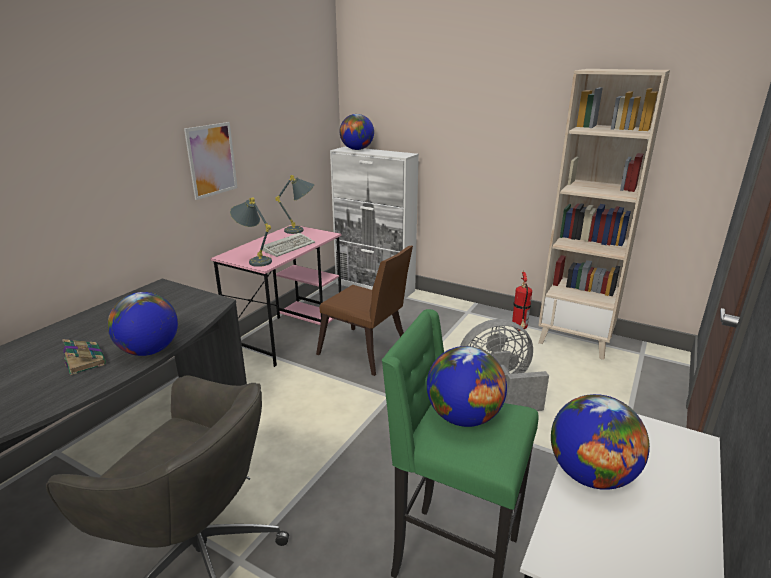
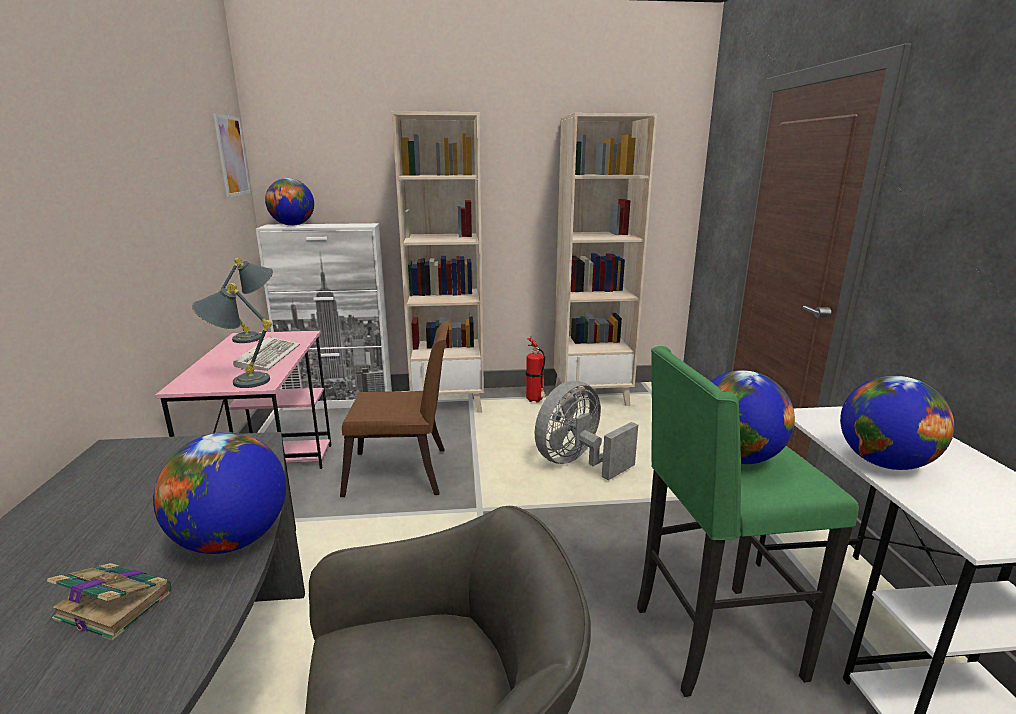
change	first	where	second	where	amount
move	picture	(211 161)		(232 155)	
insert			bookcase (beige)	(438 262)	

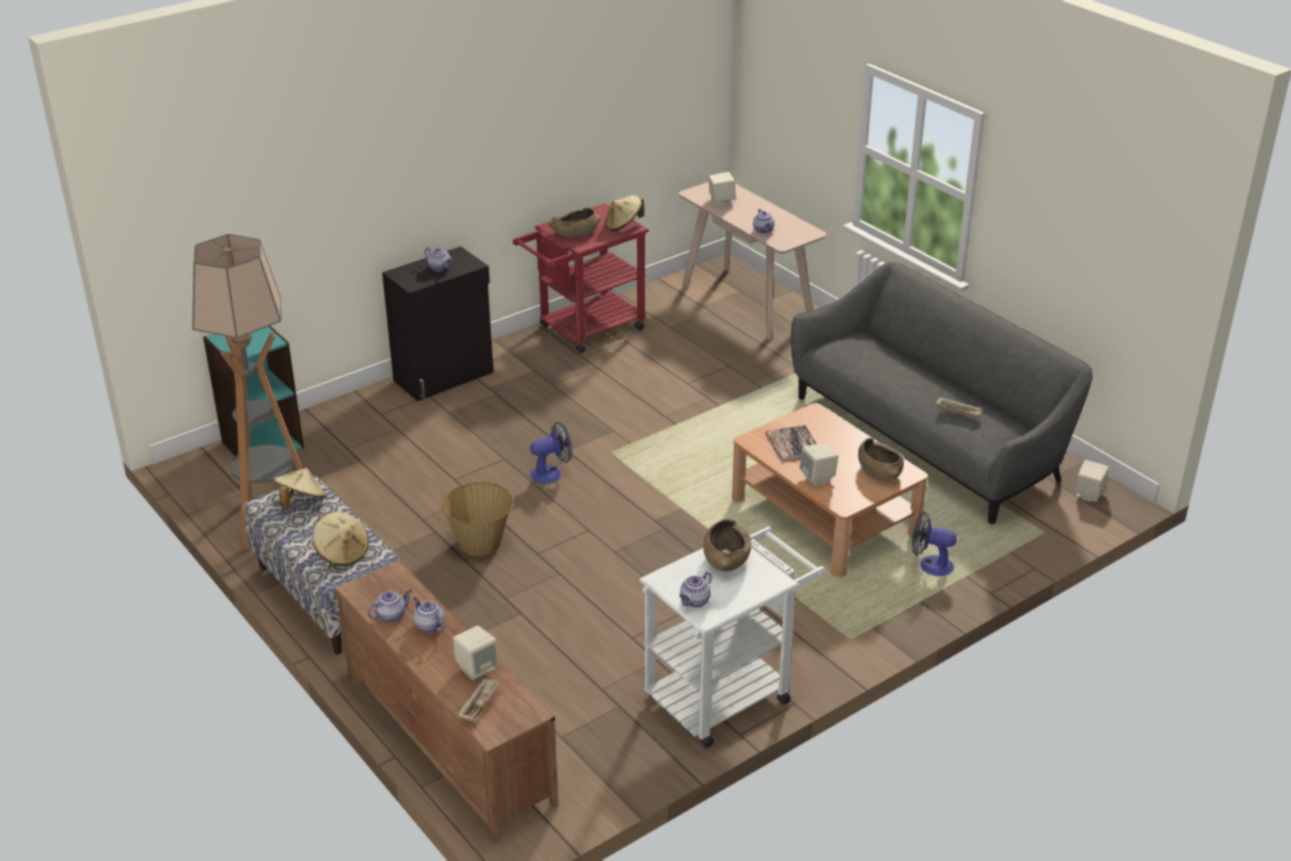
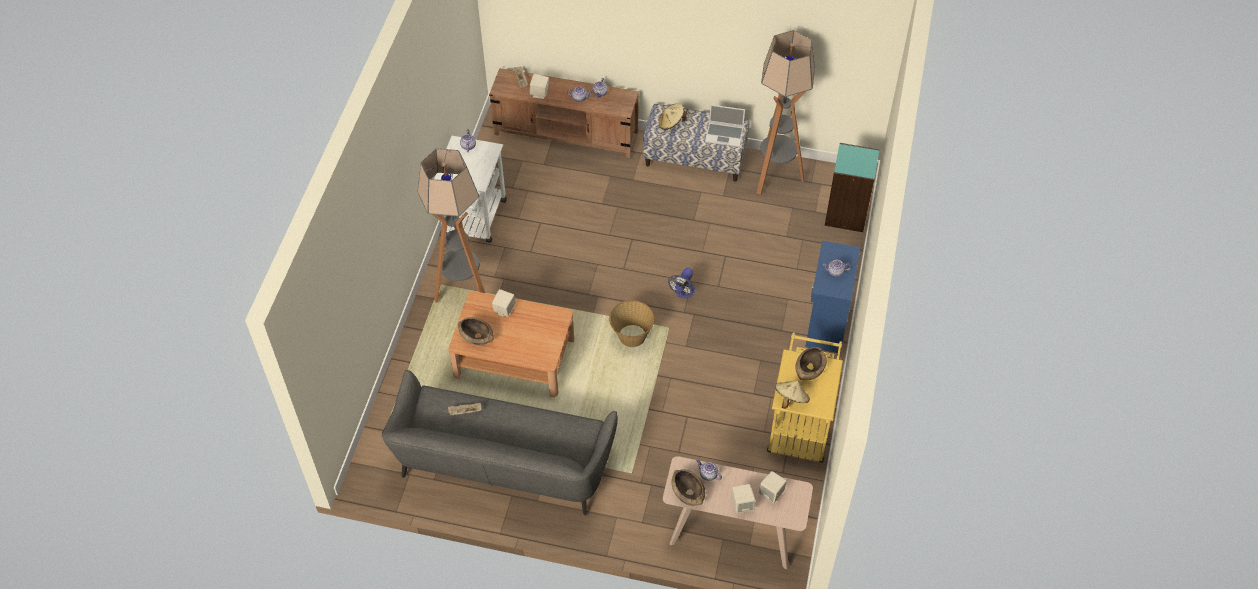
change	first	where	second	where	amount
insert			floor lamp	(451 225)	
move	basket	(478 519)		(632 323)	
move	bowl (brown)	(727 545)		(688 488)	
replace	hat (beige)	(300 488)	laptop	(725 125)	
move	speaker (beige)	(1092 481)		(743 498)	
recolor	cart (red)	(581 278)	cart (yellow)	(805 398)	
recolor	cabinet (black)	(438 323)	cabinet (blue)	(833 297)	
delete	book	(791 443)			
delete	fan	(934 543)			

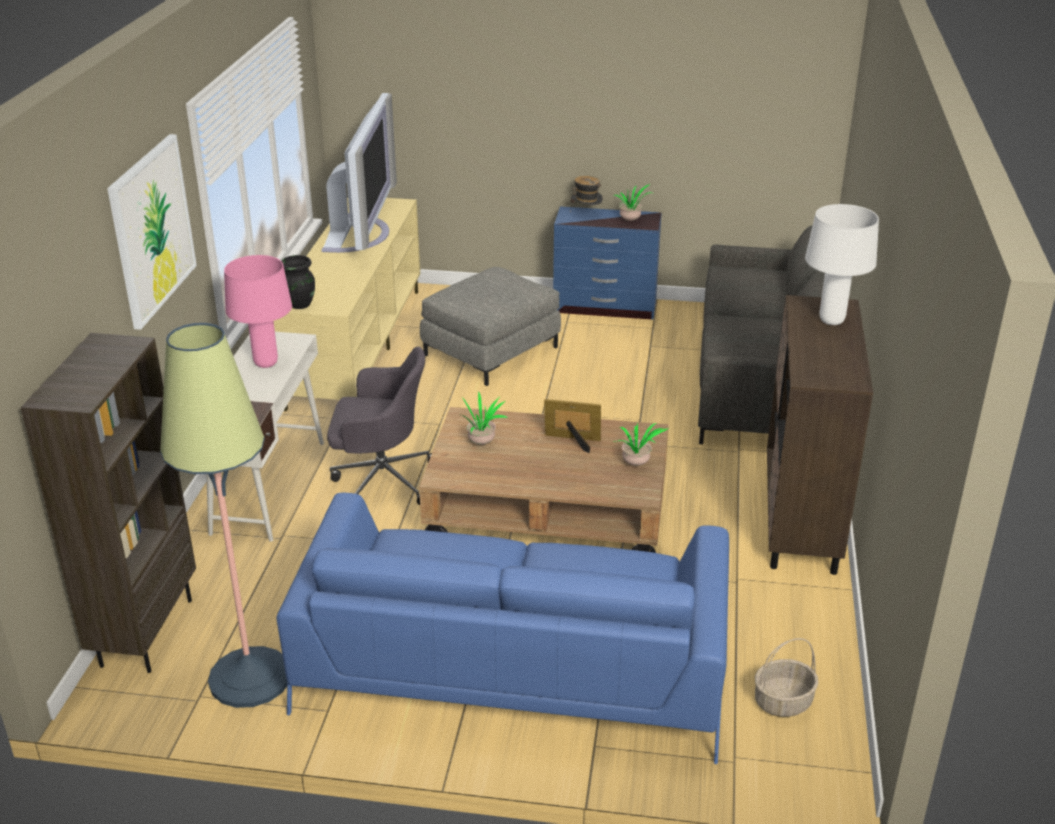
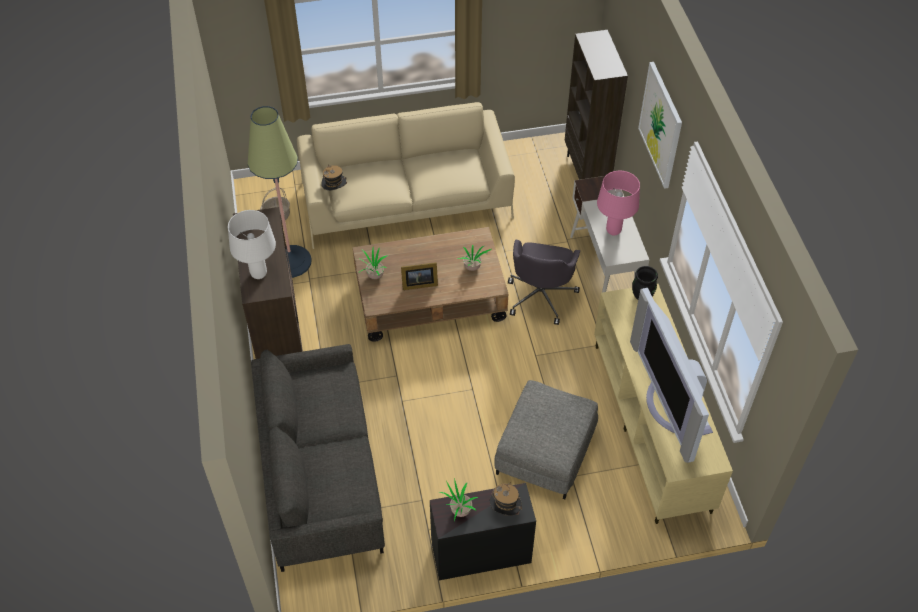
change	first	where	second	where	amount
move	floor lamp	(223 515)		(280 192)	
recolor	sofa (blue)	(503 628)	sofa (beige)	(406 175)	
insert			hat	(334 177)	
recolor	dresser (blue)	(607 263)	dresser (black)	(483 531)	
rotate	office chair (grey)	(379 426)		(544 282)	60 degrees counterclockwise

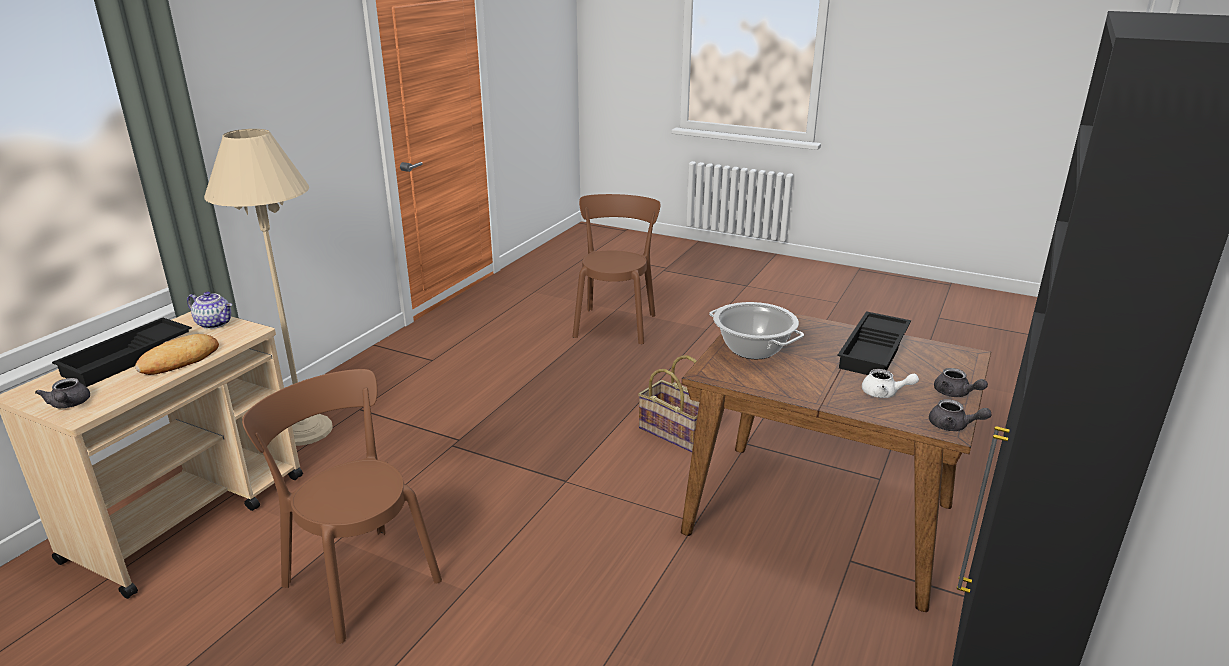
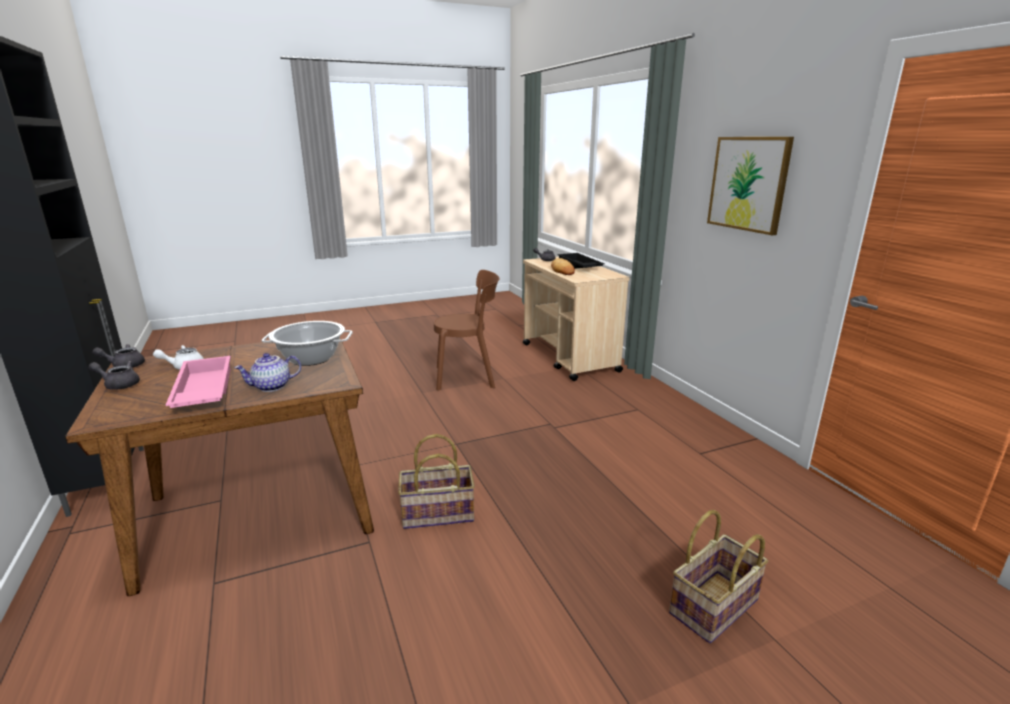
change	first	where	second	where	amount
recolor	tray (black)	(874 343)	tray (pink)	(198 382)	
move	teapot	(209 310)		(267 372)	
replace	chair (brown)	(616 269)	basket	(718 576)	
insert			picture	(750 186)	
delete	floor lamp (beige)	(268 287)			

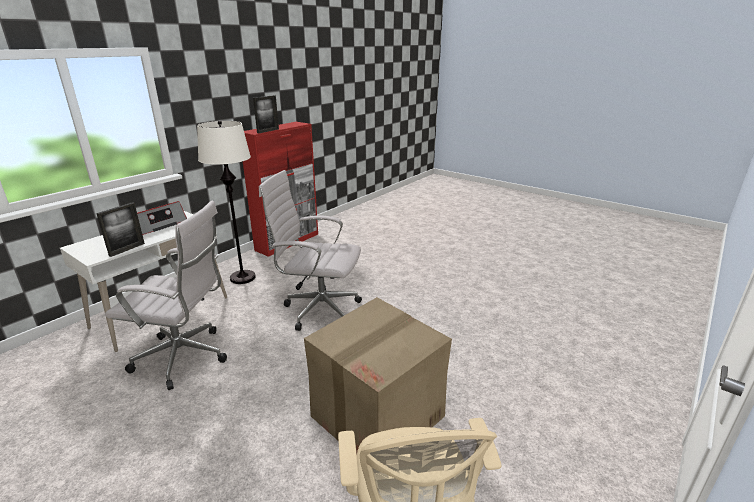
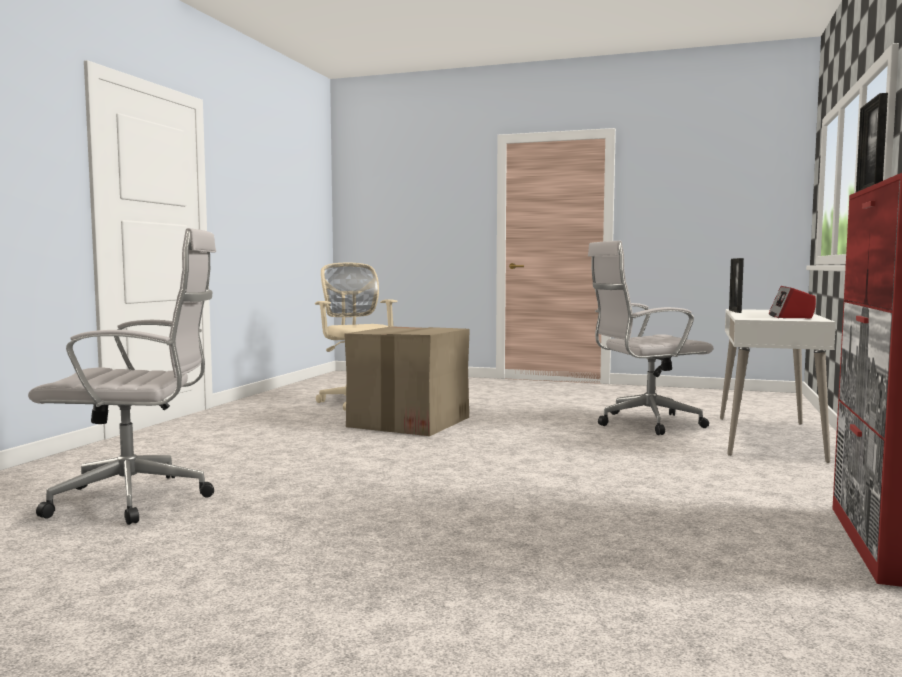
change	first	where	second	where	amount
move	office chair (white)	(310 250)		(122 376)	
delete	floor lamp (white)	(226 202)			

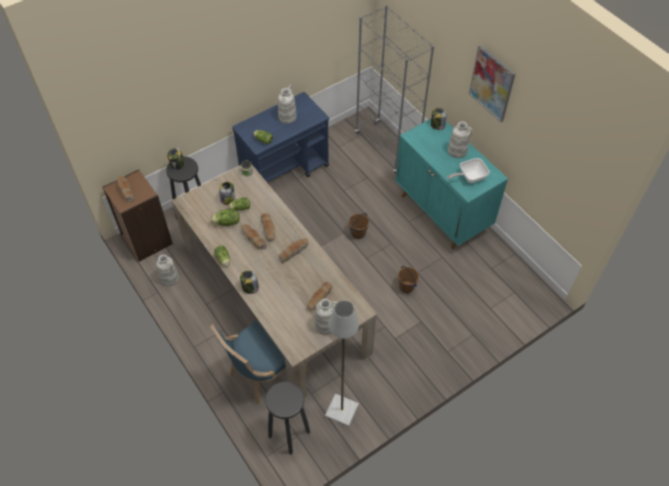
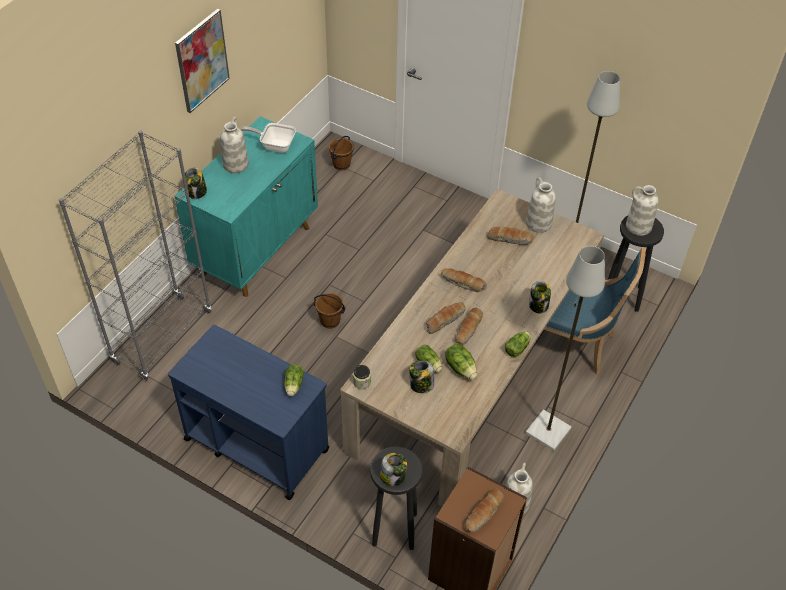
change	first	where	second	where	amount
rotate	frying pan	(468 170)		(268 138)	150 degrees clockwise
move	bucket (brown)	(408 279)		(341 153)	
insert			floor lamp (grey)	(565 348)	
move	vase (white)	(287 104)		(642 210)	

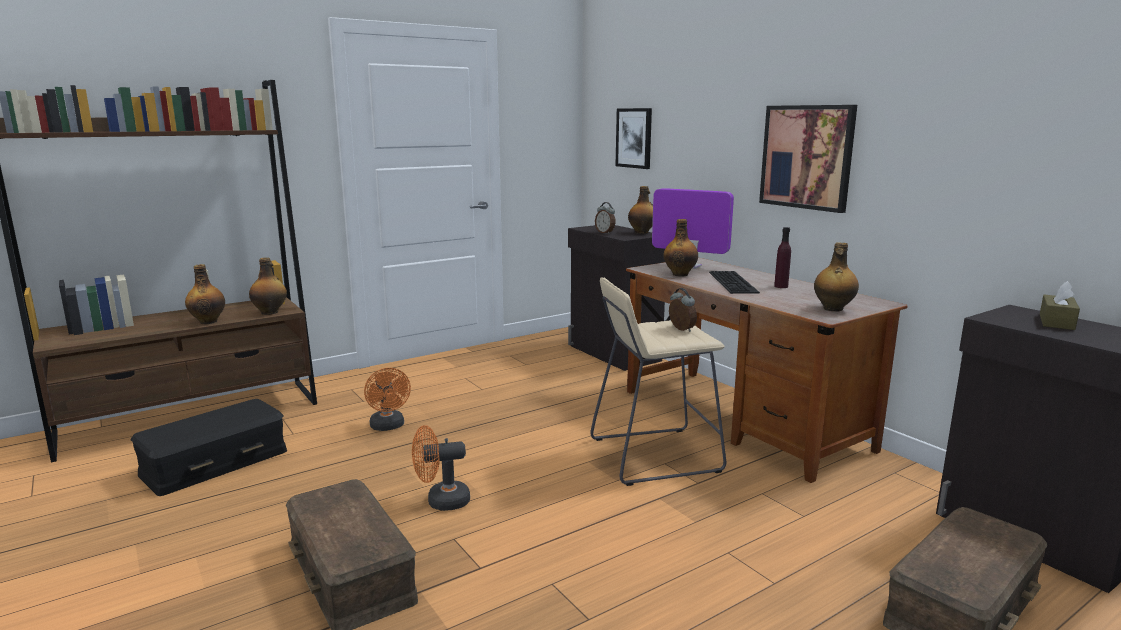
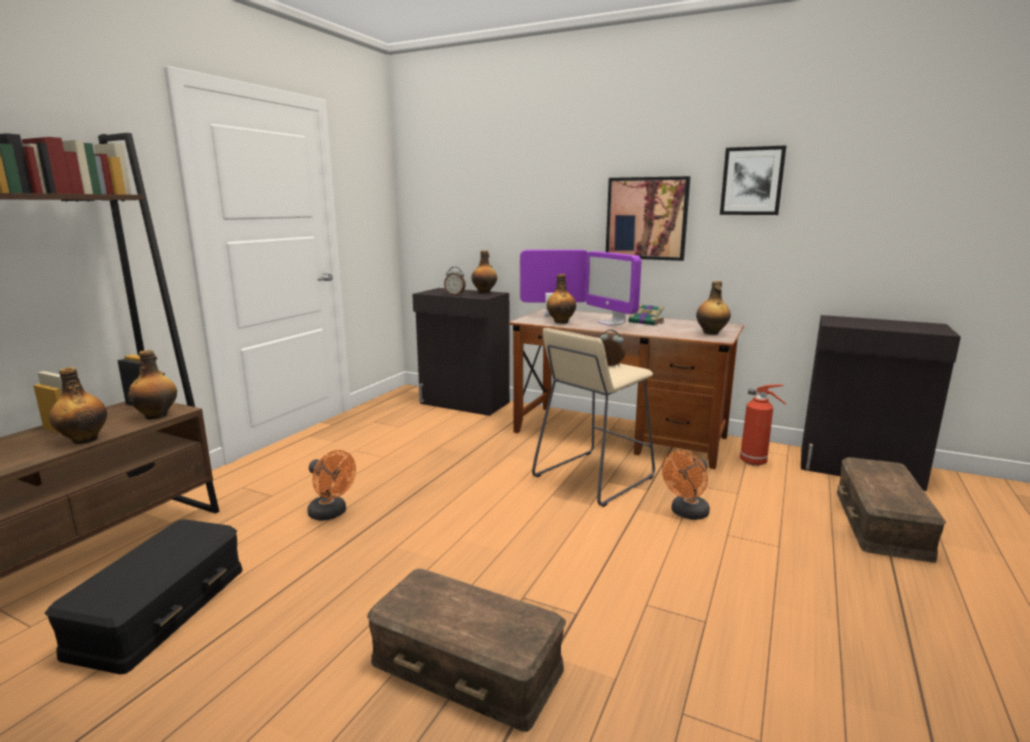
change	first	where	second	where	amount
replace	keyboard	(734 282)	monitor	(613 288)	
replace	bottle (purple)	(782 257)	book	(646 315)	
move	fan (orange)	(441 468)		(686 485)	
move	picture	(633 138)		(753 180)	
insert			fire extinguisher	(763 425)	
delete	tissue box (brown)	(1060 305)			

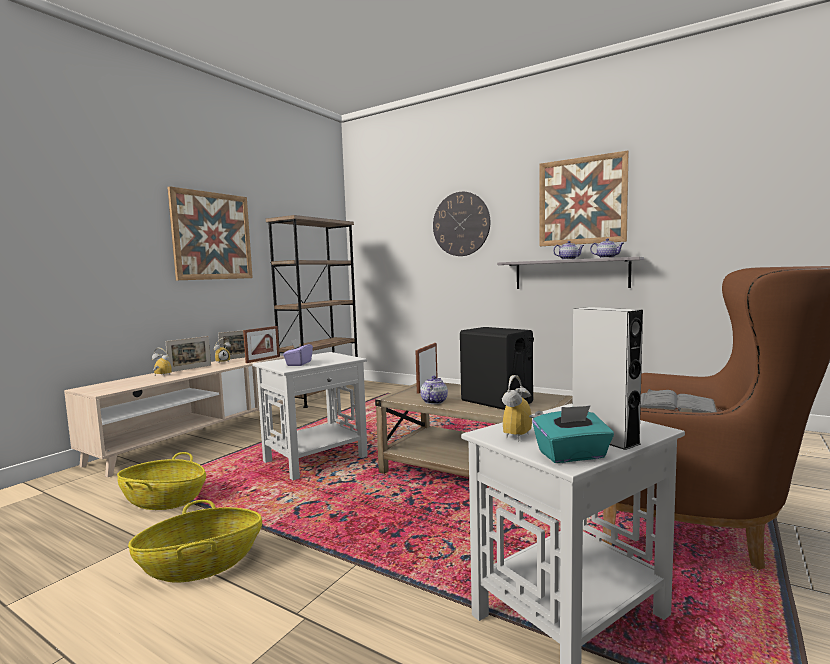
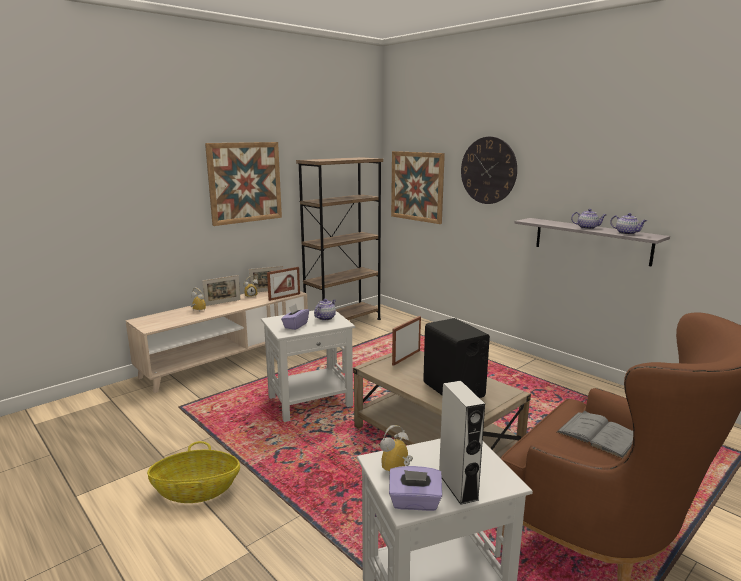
change	first	where	second	where	amount
move	teapot	(434 390)		(325 310)	
recolor	tissue box (turquoise)	(573 434)	tissue box (purple)	(415 488)	
move	picture	(584 198)		(418 187)	
delete	basket	(161 481)			

